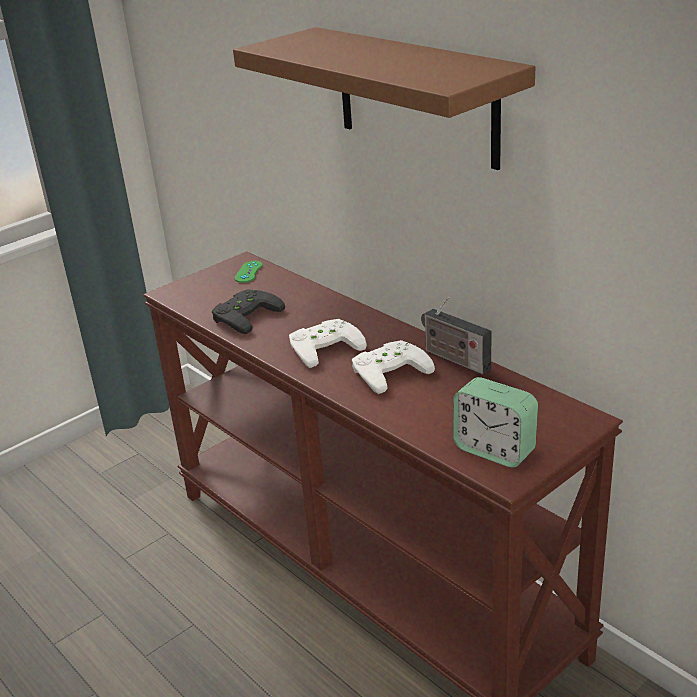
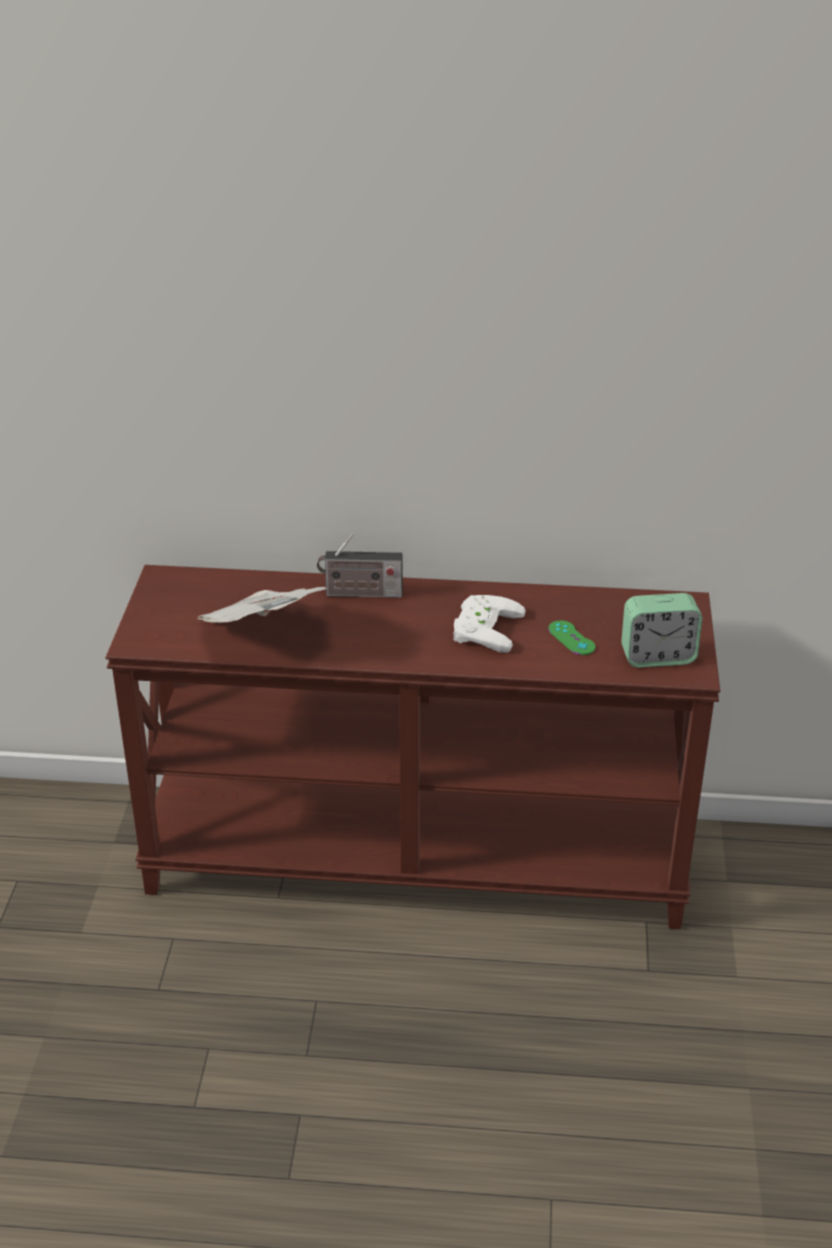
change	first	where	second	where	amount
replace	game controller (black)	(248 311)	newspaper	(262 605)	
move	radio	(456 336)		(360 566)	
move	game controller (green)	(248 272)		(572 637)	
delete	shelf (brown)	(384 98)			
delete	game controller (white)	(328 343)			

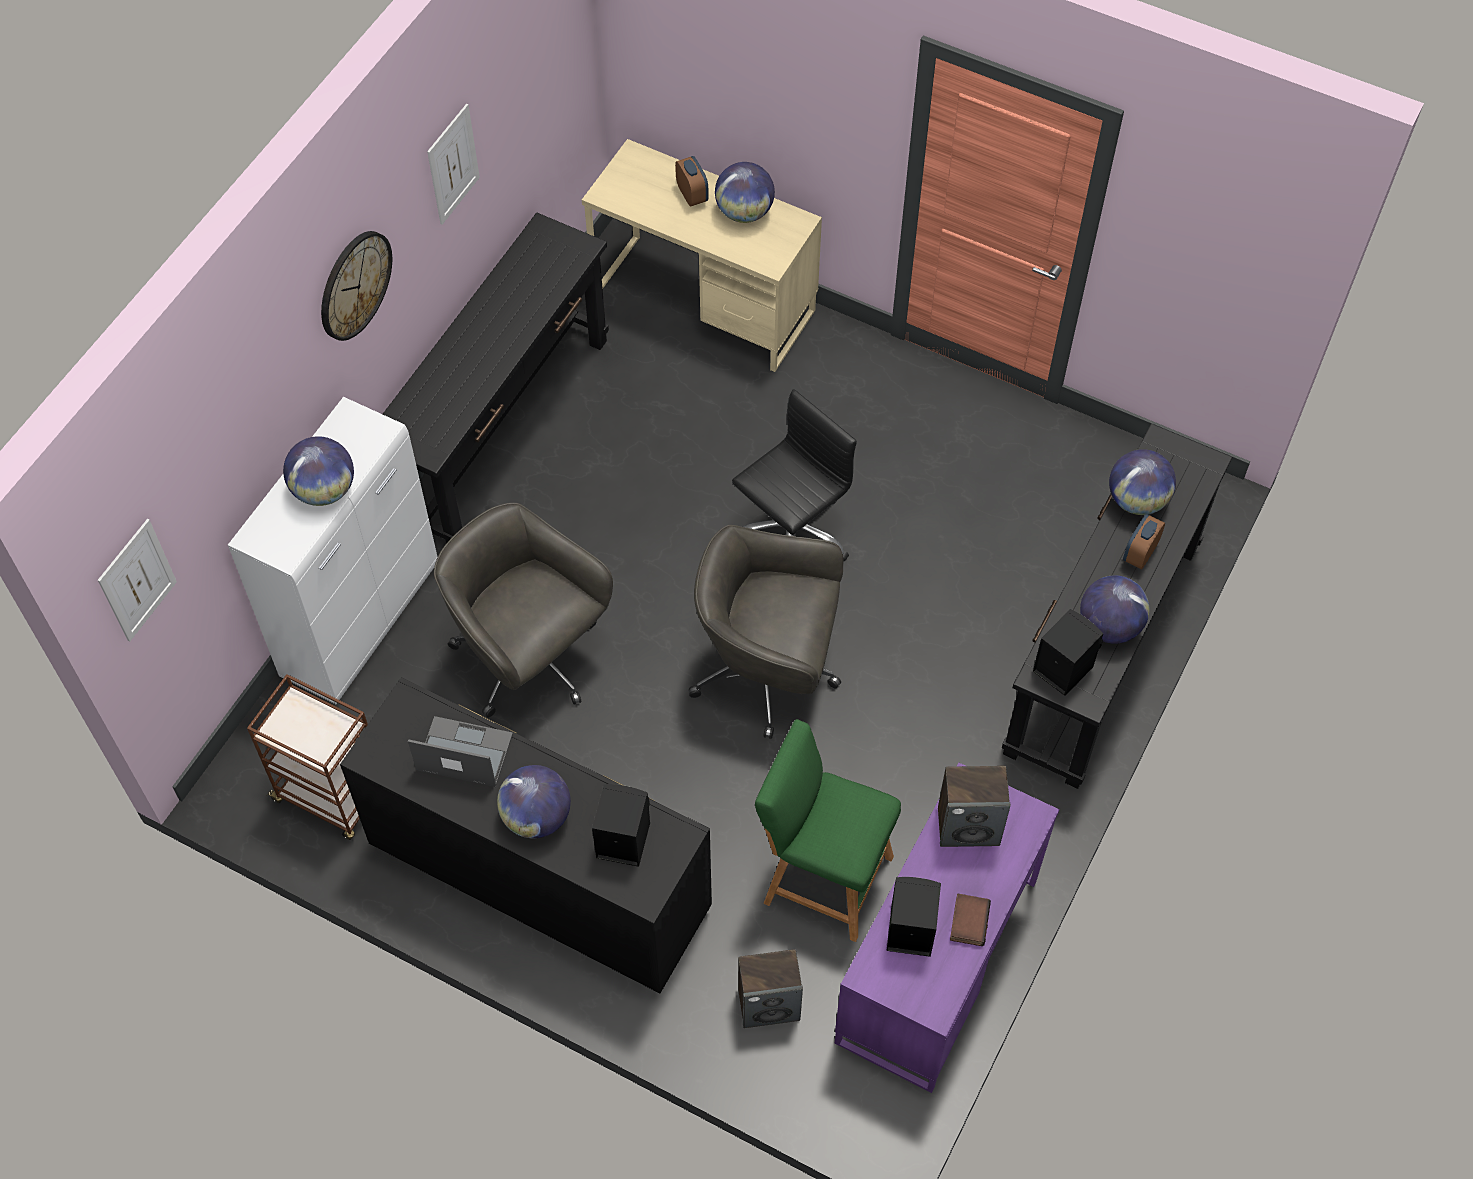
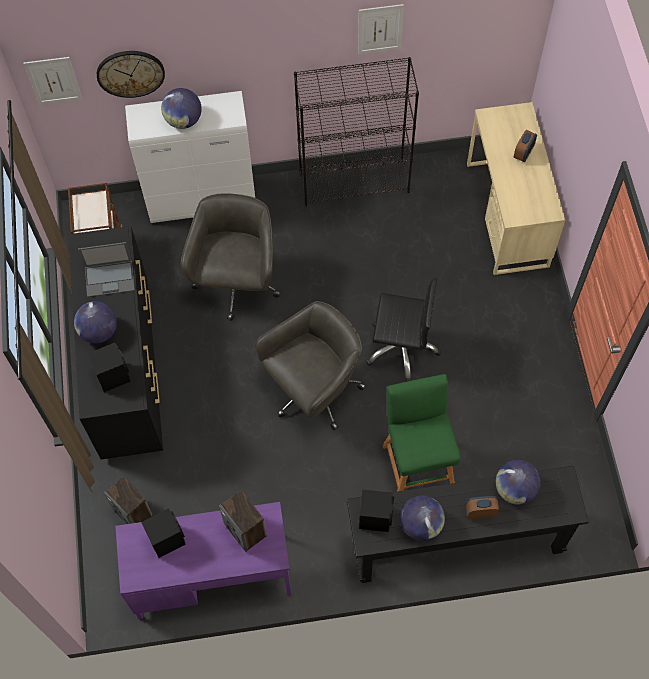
change	first	where	second	where	amount
rotate	laptop	(460 751)		(106 269)	105 degrees clockwise
move	wall clock	(356 286)		(131 74)	
rotate	office chair (grey)	(766 632)		(310 365)	75 degrees clockwise
replace	console table (black)	(496 378)	bookcase (black)	(356 132)	
move	stool (green)	(828 830)		(421 432)	
delete	globe	(745 192)			
delete	book	(970 920)			

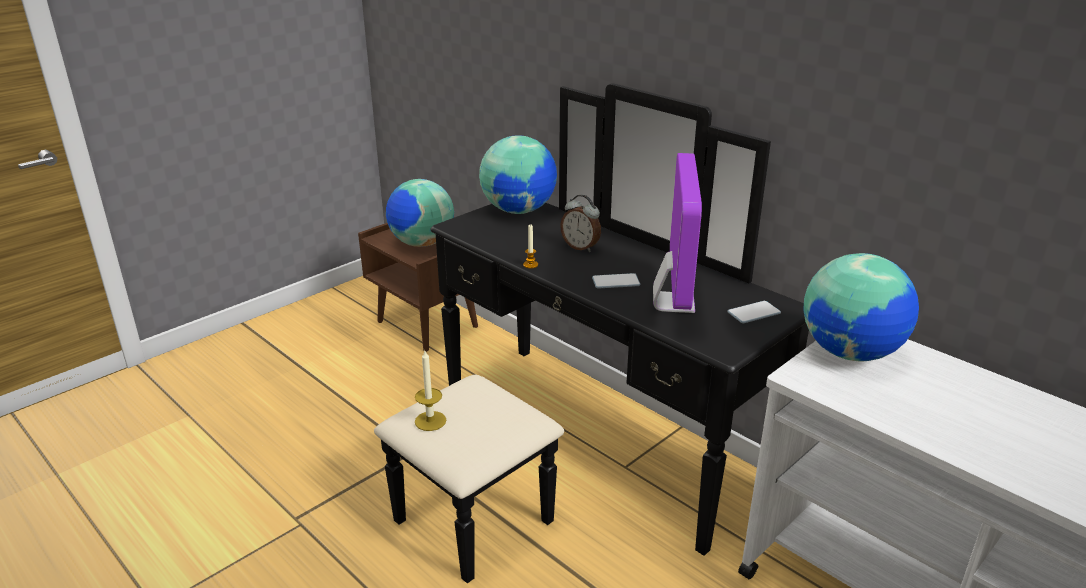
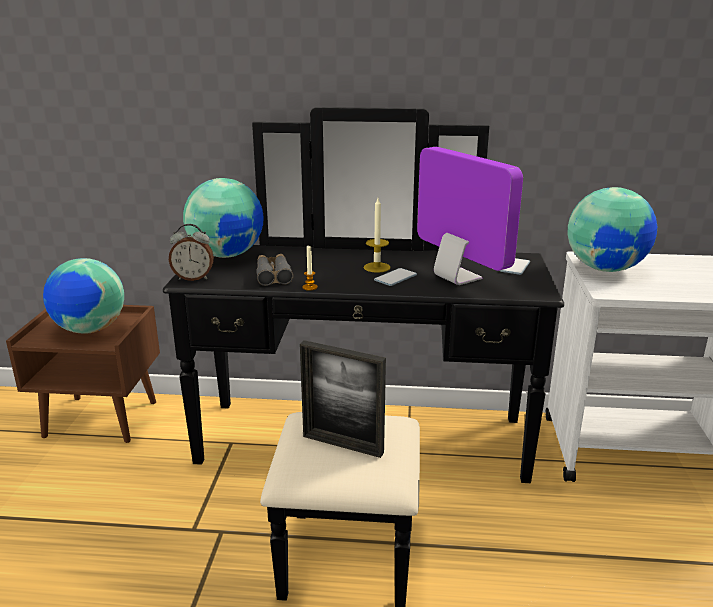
change	first	where	second	where	amount
move	alarm clock	(580 223)		(191 252)	
insert			binoculars (grey)	(274 270)	
insert			picture frame	(343 399)	
move	candle	(430 390)		(377 235)	

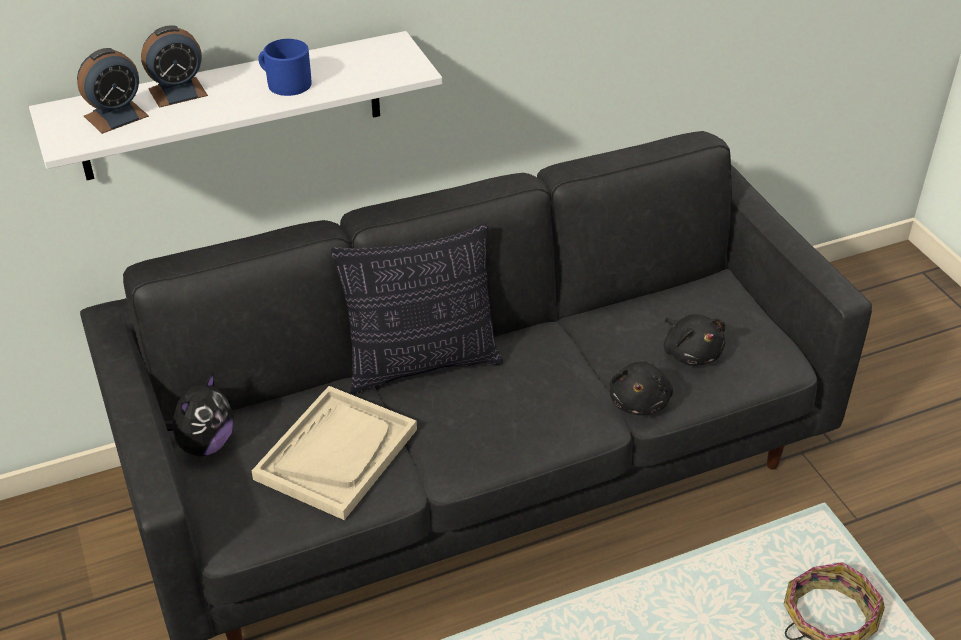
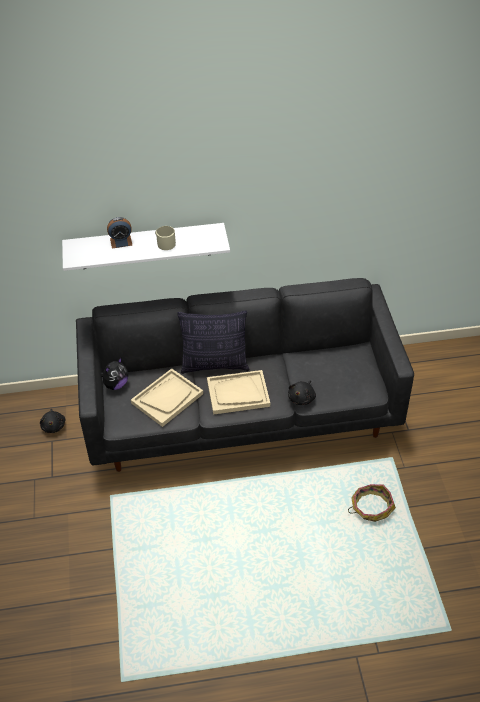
change	first	where	second	where	amount
move	plush toy (black)	(695 340)		(52 421)	
recolor	mug (blue)	(284 67)	mug (beige)	(165 238)	
insert			tray (beige)	(238 392)	
delete	alarm clock	(113 91)			

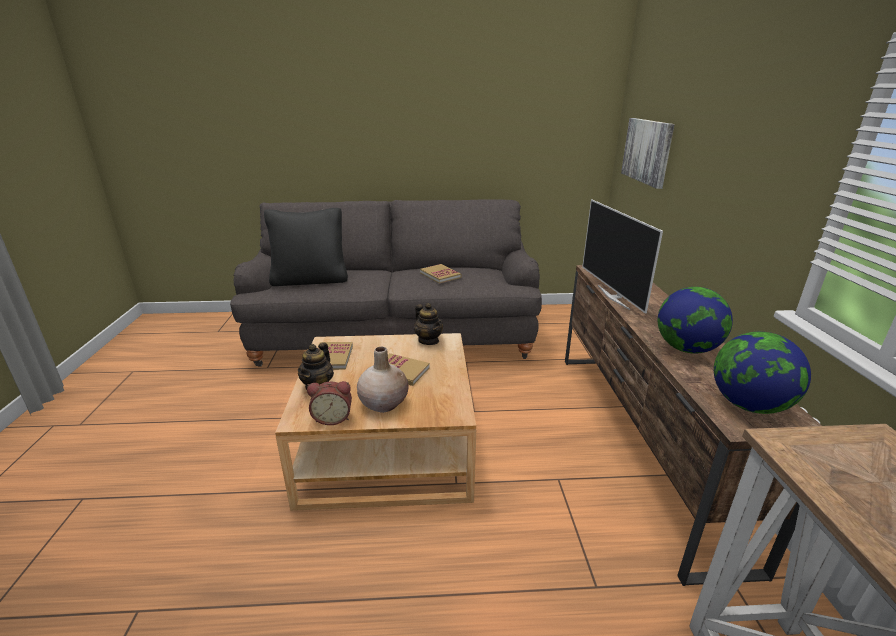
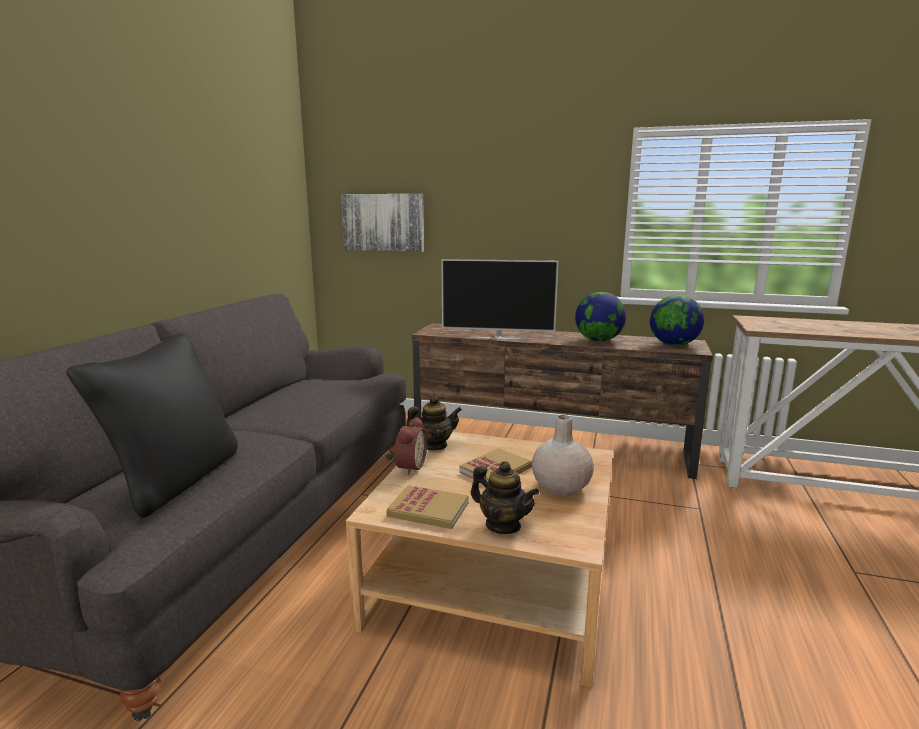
change	first	where	second	where	amount
move	alarm clock	(329 403)		(410 446)	
delete	book	(441 274)			

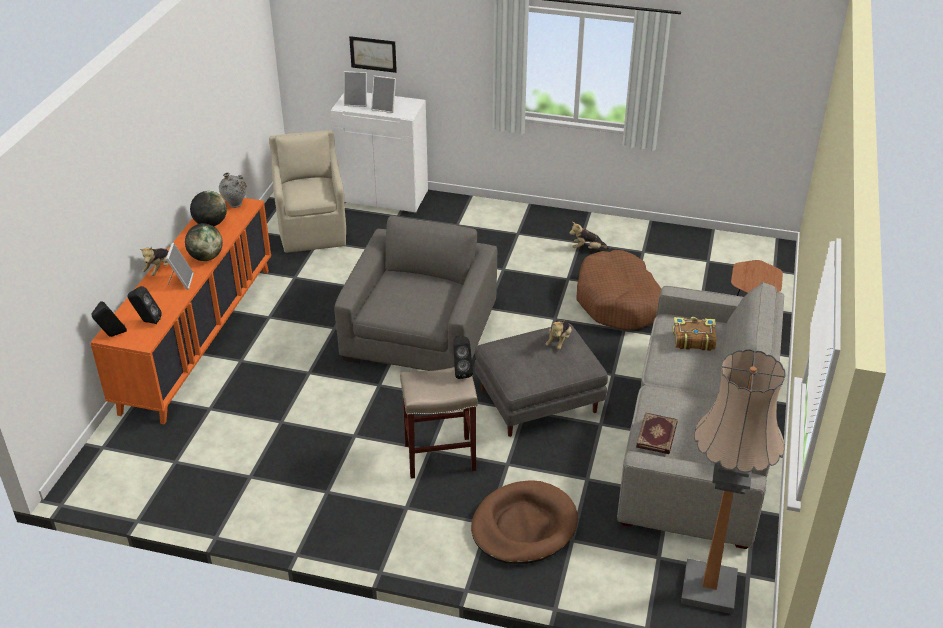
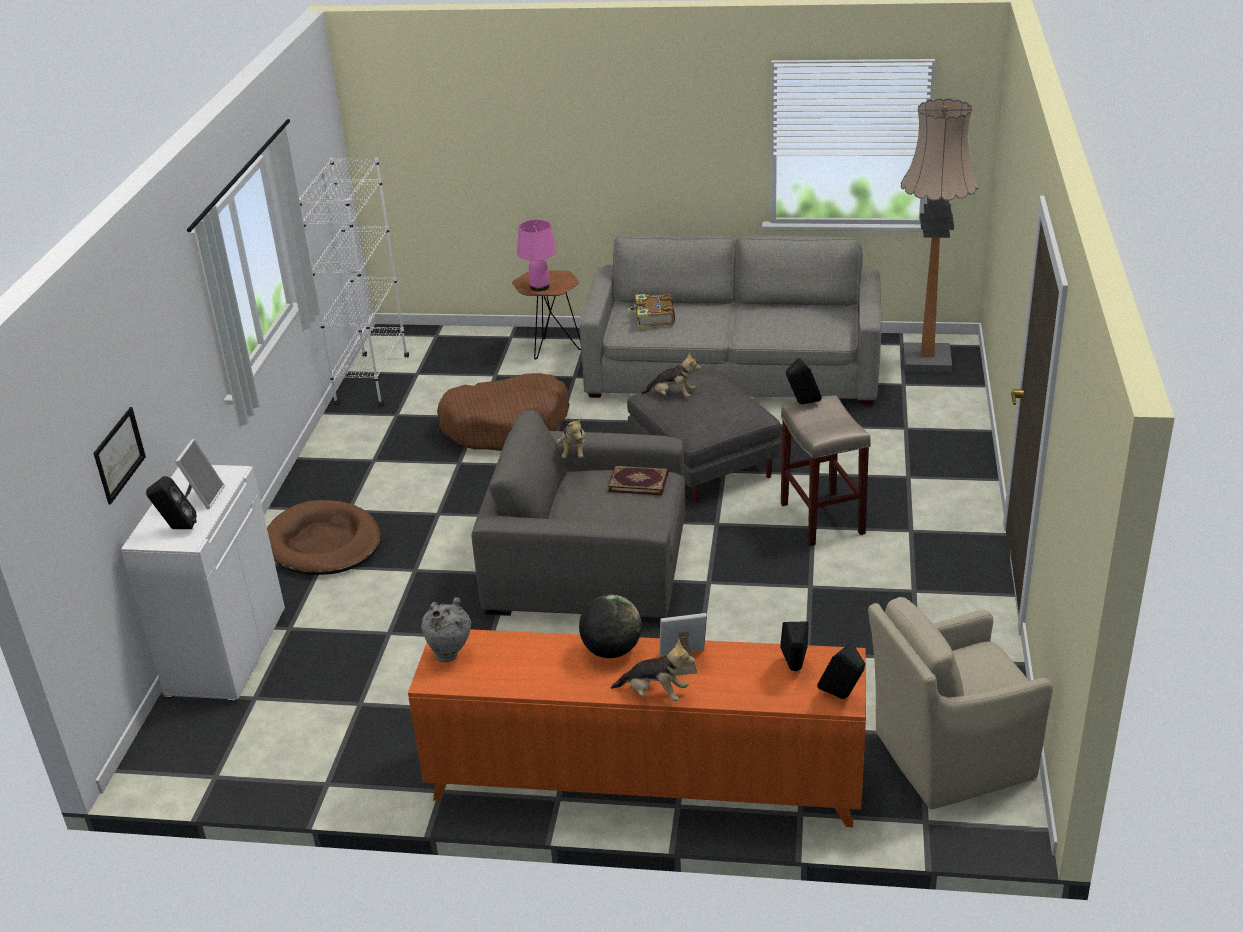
change	first	where	second	where	amount
replace	picture frame	(355 89)	speaker (black)	(171 502)	
move	dog bed (brown)	(524 522)		(324 537)	
insert			bookcase (white)	(354 282)	
insert			table lamp (pink)	(537 255)	
move	plush toy	(590 235)		(571 437)	
move	book	(657 433)		(638 480)	
move	armchair (beige)	(307 191)		(960 703)	
delete	globe	(208 208)			

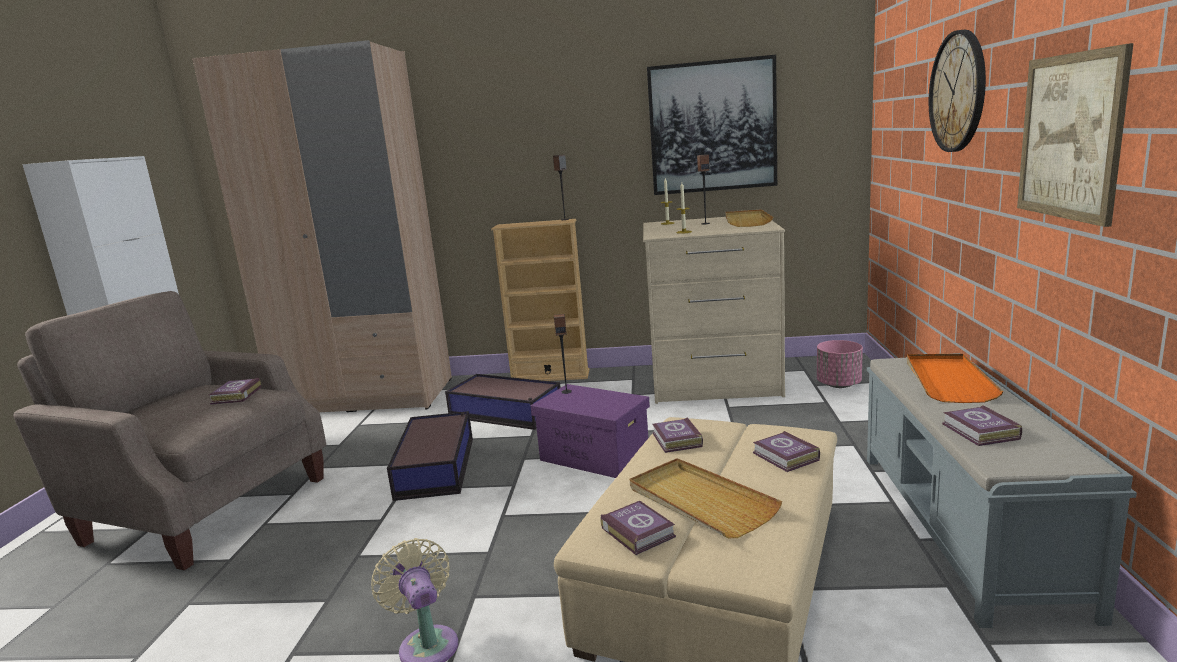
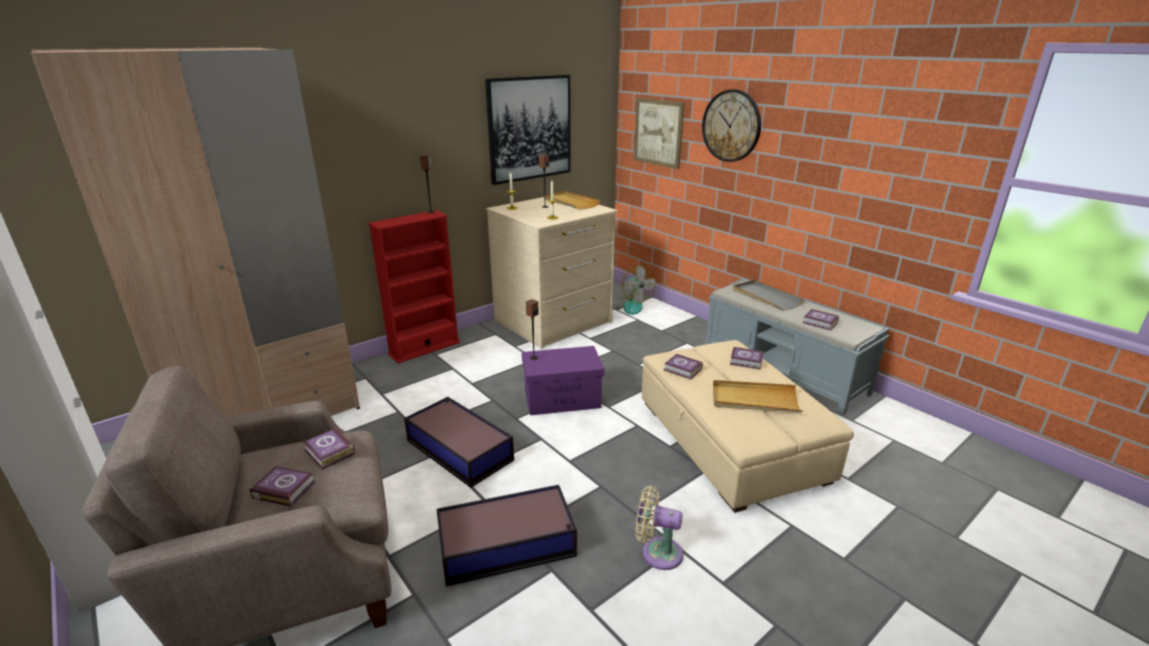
change	first	where	second	where	amount
move	book	(638 528)		(282 486)	
recolor	bookcase (beige)	(540 300)	bookcase (red)	(414 286)	
move	storage box	(503 402)		(506 536)	
replace	planter (pink)	(840 364)	fan	(634 290)	
move	picture	(1075 135)		(659 133)	
recolor	tray (orange)	(955 378)	tray (grey)	(769 295)	

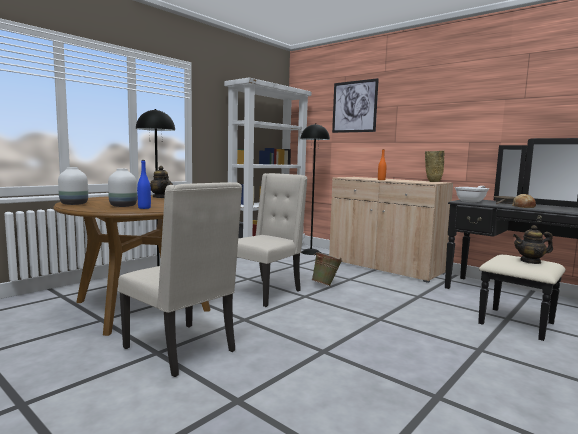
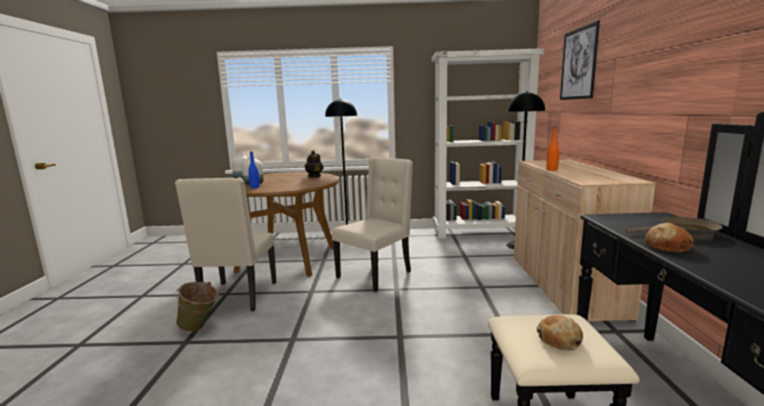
change	first	where	second	where	amount
move	bucket (green)	(327 269)		(197 306)	
rotate	chair (beige)	(272 240)		(372 224)	45 degrees counterclockwise
replace	teapot	(533 244)	bread	(560 332)	
delete	vase (beige)	(434 166)			
delete	frying pan	(472 194)			

